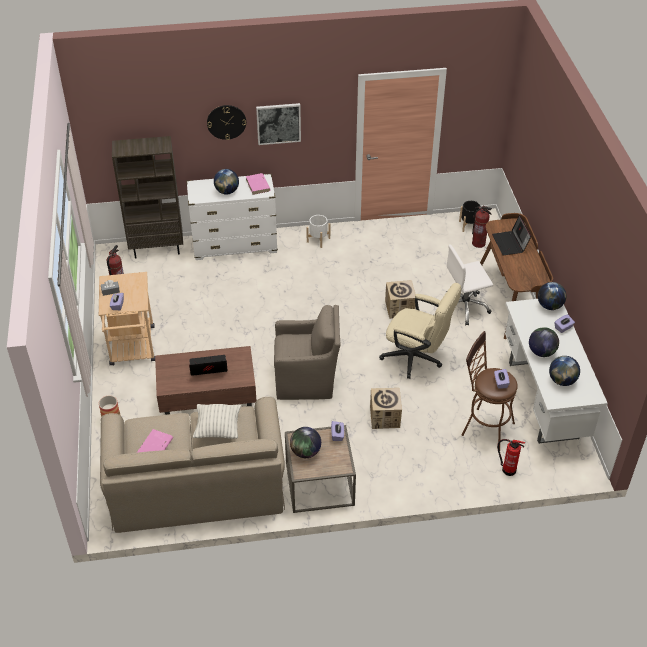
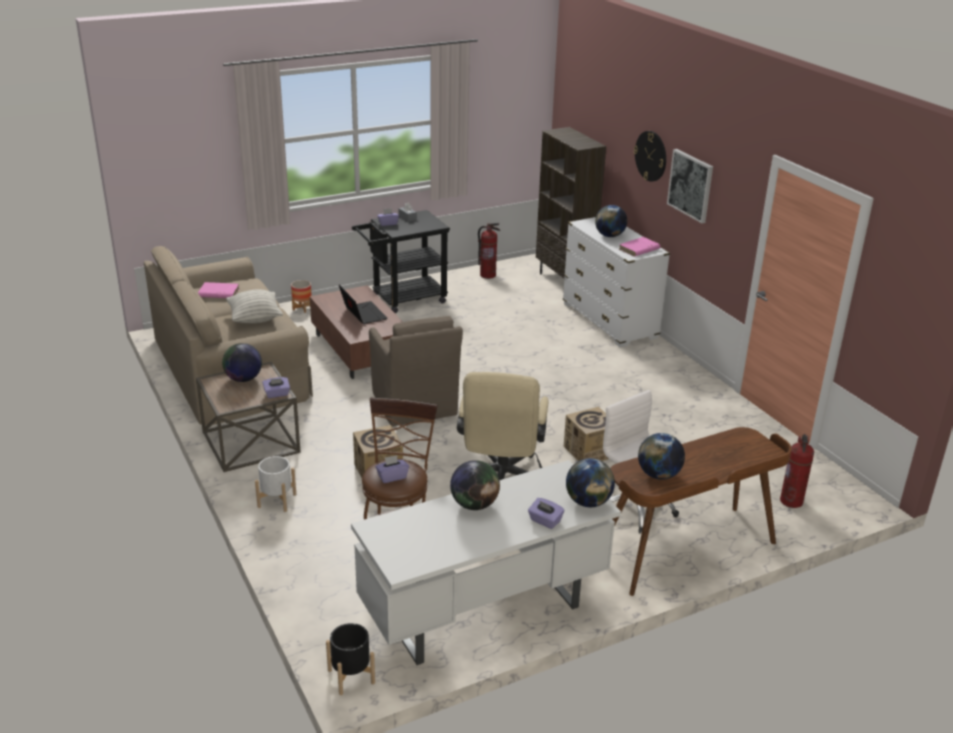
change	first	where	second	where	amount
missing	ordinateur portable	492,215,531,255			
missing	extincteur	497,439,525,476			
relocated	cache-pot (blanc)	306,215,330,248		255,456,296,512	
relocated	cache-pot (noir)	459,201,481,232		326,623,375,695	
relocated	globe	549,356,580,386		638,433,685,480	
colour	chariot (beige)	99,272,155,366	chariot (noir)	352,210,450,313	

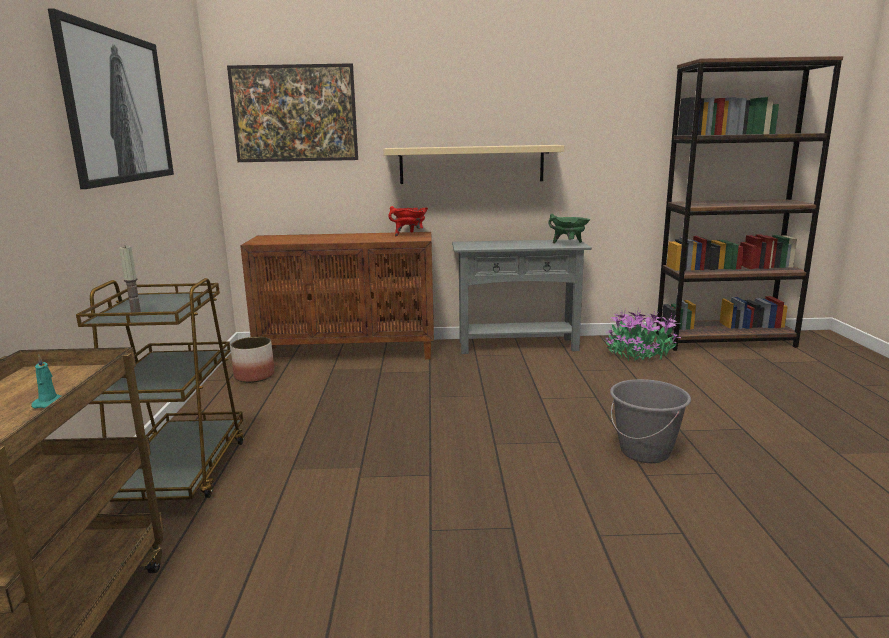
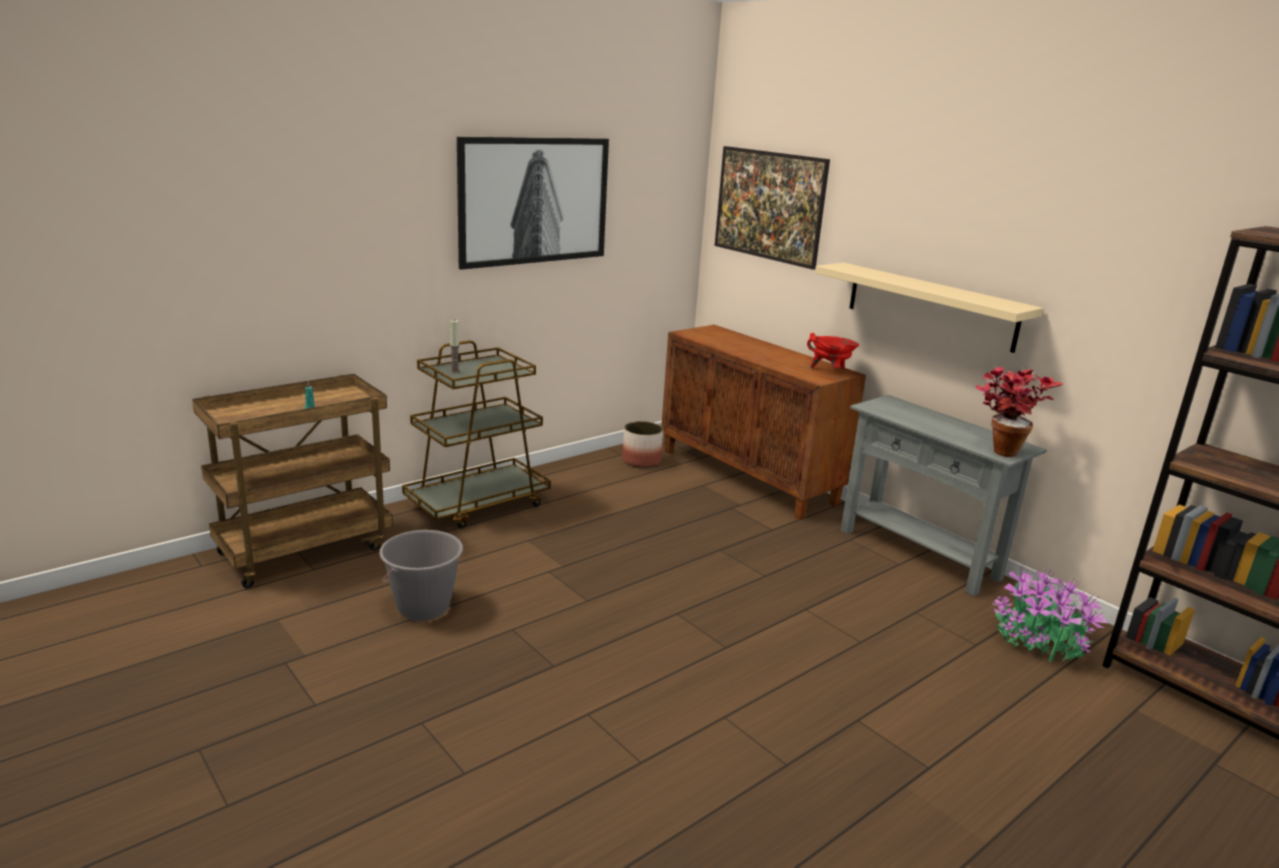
change	first	where	second	where	amount
relocated	seau (gris)	610,379,691,463		379,530,463,621	
exchanged	marmite (vert)	548,213,590,243	plante en pot	975,367,1063,457	

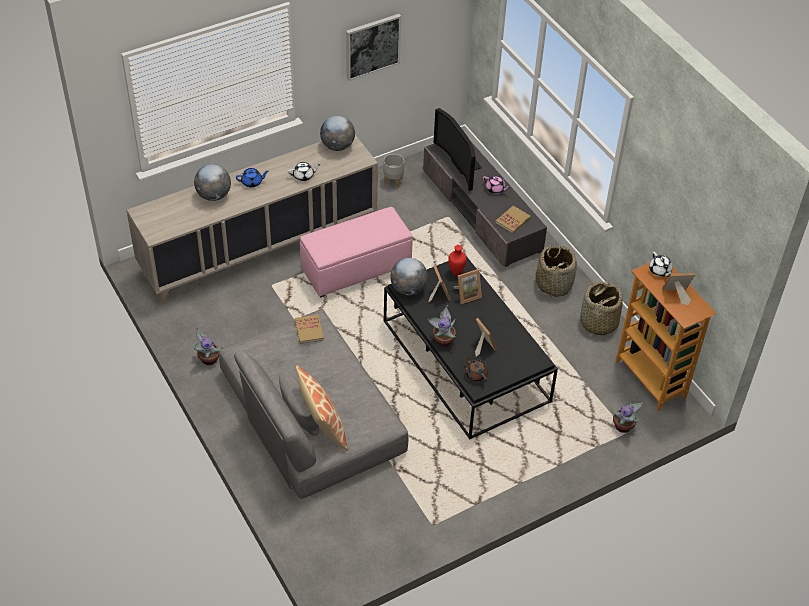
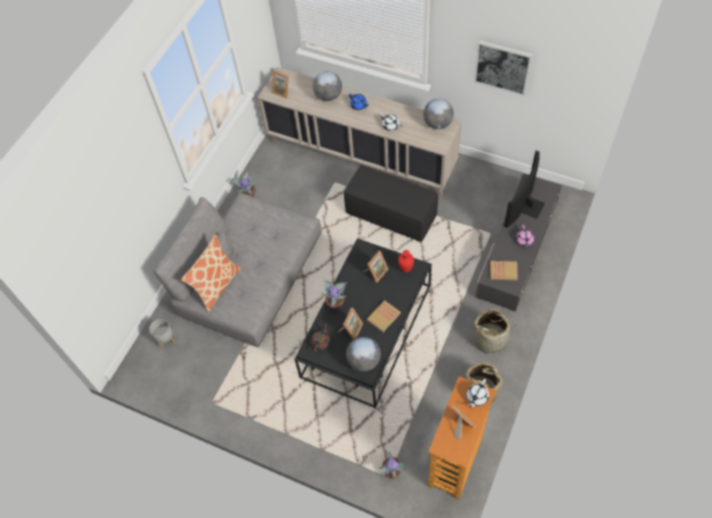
change	first	where	second	where	amount
relocated	livre	295,315,324,344		367,300,401,332	
relocated	cache-pot (gris)	383,154,404,188		149,319,175,348	
relocated	globe	390,258,428,295		346,337,381,372	
relocated	cadre photo	454,269,482,304		272,70,289,99	
colour	pouf (rose)	300,207,413,298	pouf (noir)	344,165,438,242	

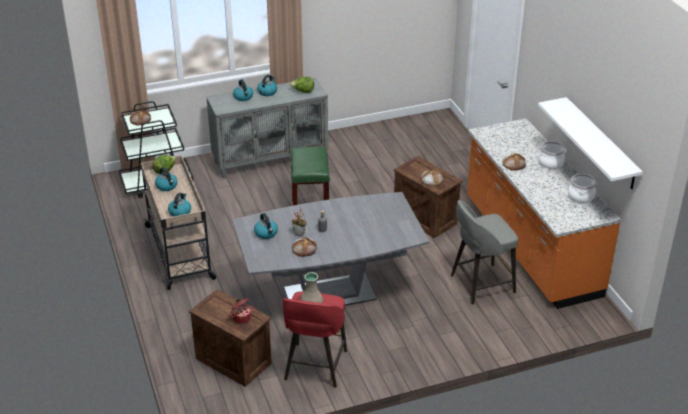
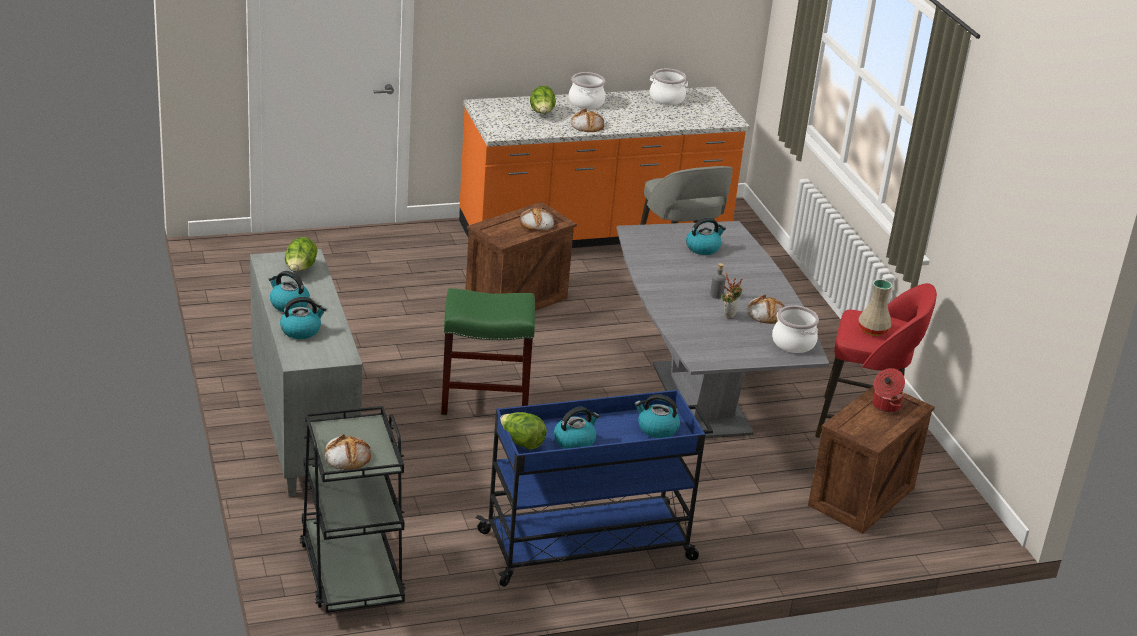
change	first	where	second	where	amount
missing	étagère (blanc)	538,97,643,189			
appeared			laitue	530,85,556,114	
appeared			marmite	772,305,819,353	
relocated	bouilloire	254,213,278,239		686,218,726,255	
colour	chariot (beige)	141,155,216,290	chariot (bleu)	476,390,713,587	

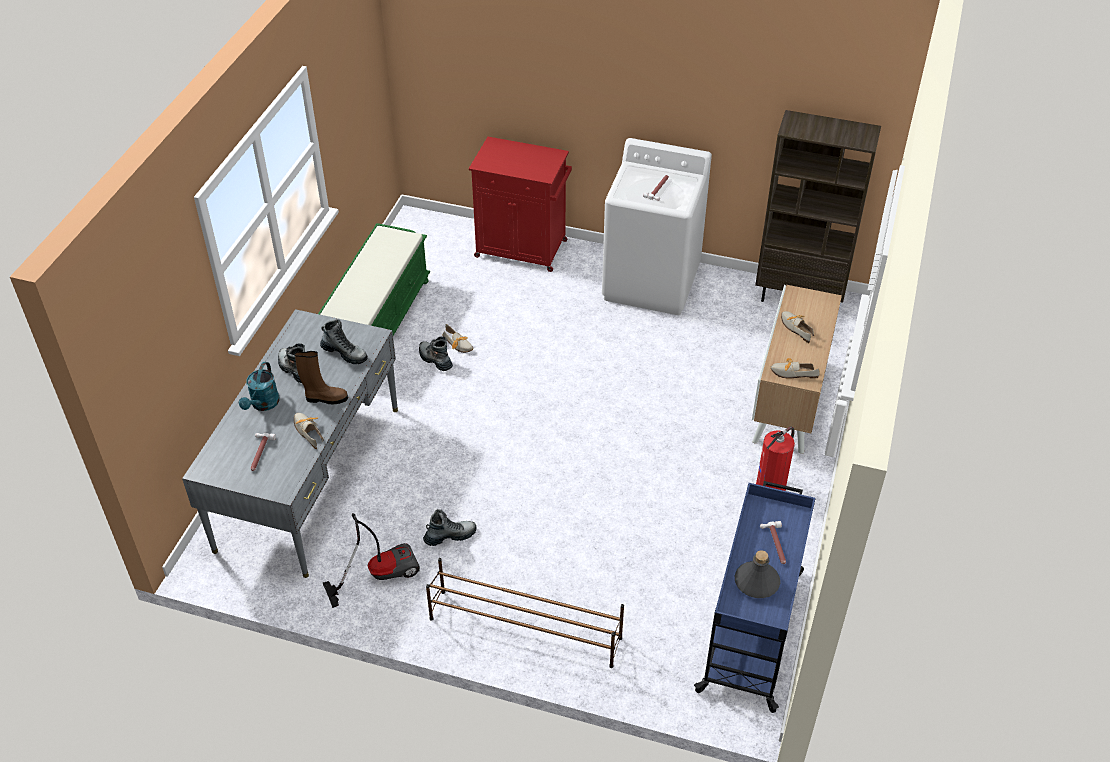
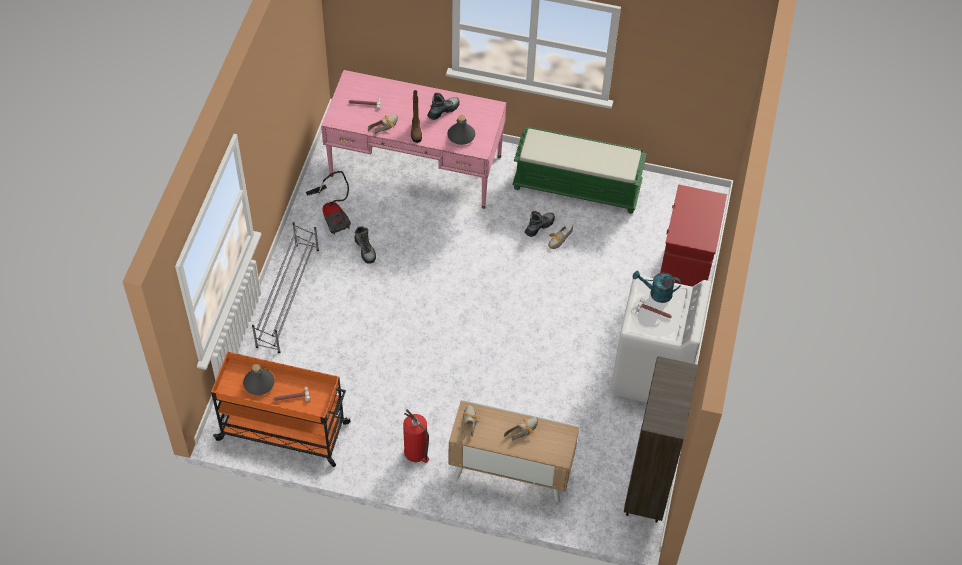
change	first	where	second	where	amount
relocated	arrosoir (turquoise)	239,362,279,411		632,271,681,303	
exchanged	botte	320,319,368,364	bouteille (gris)	447,115,475,145	
colour	bureau (gris)	182,309,398,578	bureau (rose)	321,70,506,209	
colour	étagère à chaussures (marron)	426,558,624,668	étagère à chaussures (gris)	252,222,319,353	
colour	chariot (bleu)	694,481,816,713	chariot (orange)	211,352,351,467	

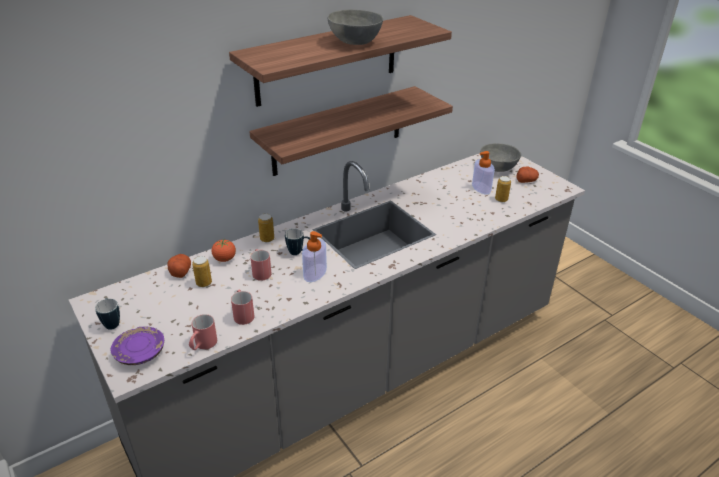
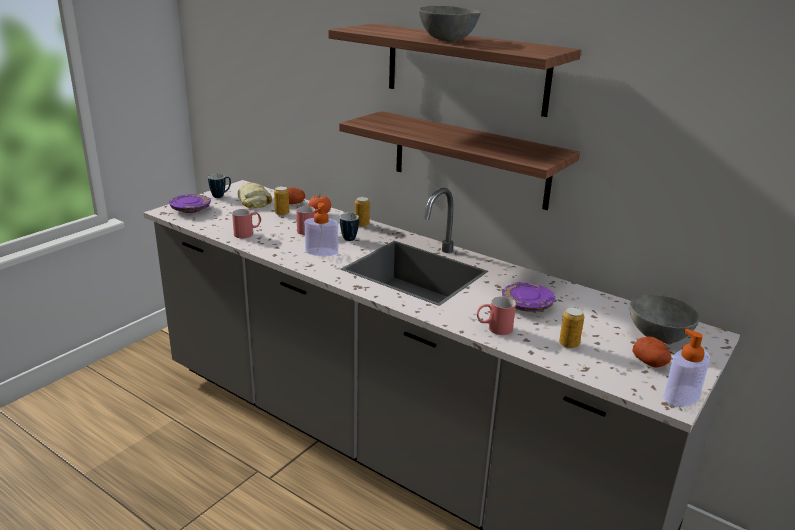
change	first	where	second	where	amount
appeared			pain	237,182,272,208	
appeared			assiette (violet)	502,283,555,312	
relocated	mug (rouge)	189,314,217,350		477,297,516,335	
relocated	distributeur de savon	472,151,495,194		664,329,710,407	

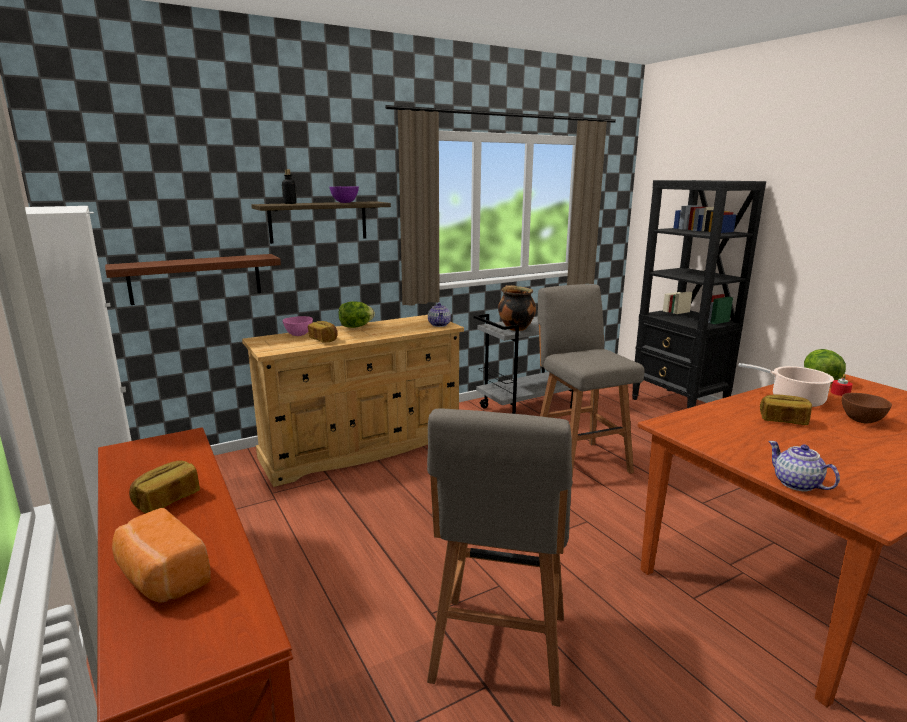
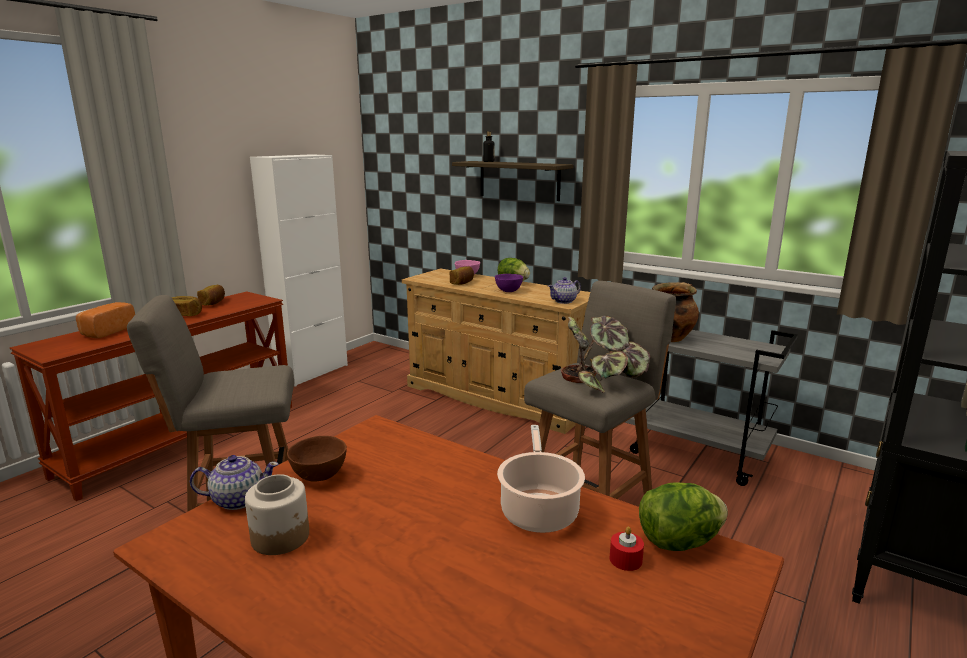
change	first	where	second	where	amount
missing	étagère (marron)	105,254,281,305			
appeared			bocal	245,474,309,555	
appeared			plante en pot	561,316,650,393	
relocated	bol (violet)	329,186,359,203		495,274,523,292	
relocated	pain	760,394,812,425		197,285,225,306	
relocated	bol (marron)	842,393,892,423		287,436,347,481	
spun	théière	768,441,840,491		190,455,279,510	45 degrees clockwise

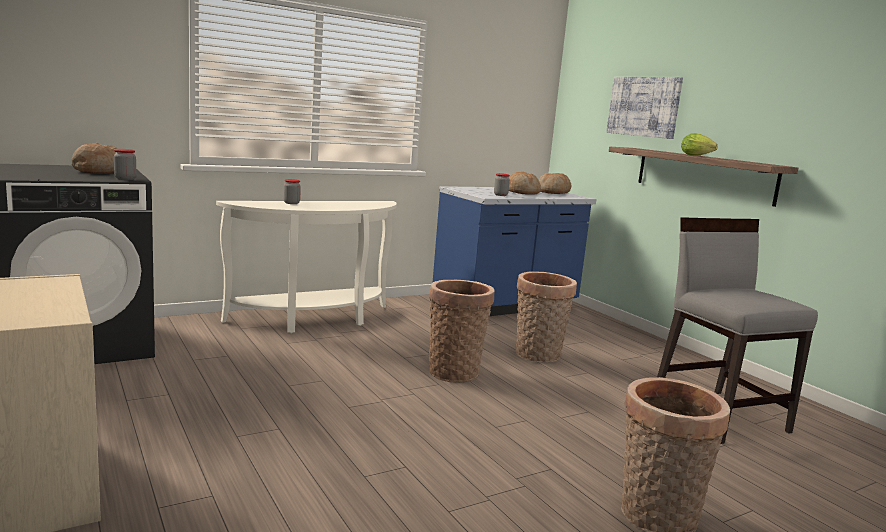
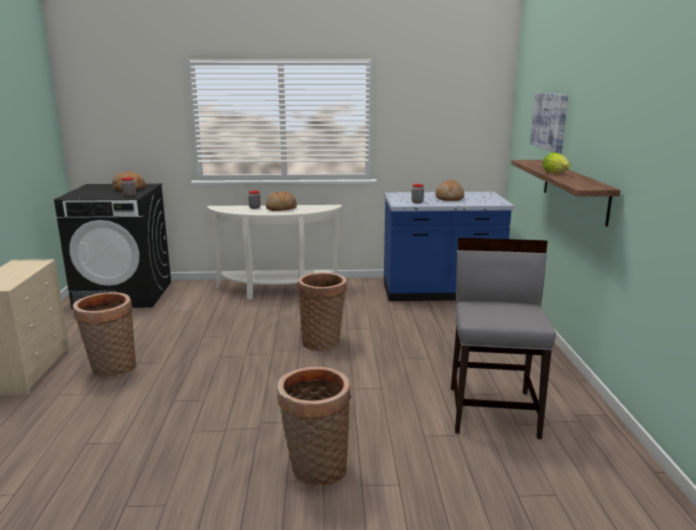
change	first	where	second	where	amount
relocated	panier	515,272,577,363		73,292,136,378	
relocated	pain	538,173,571,194		266,192,297,211	

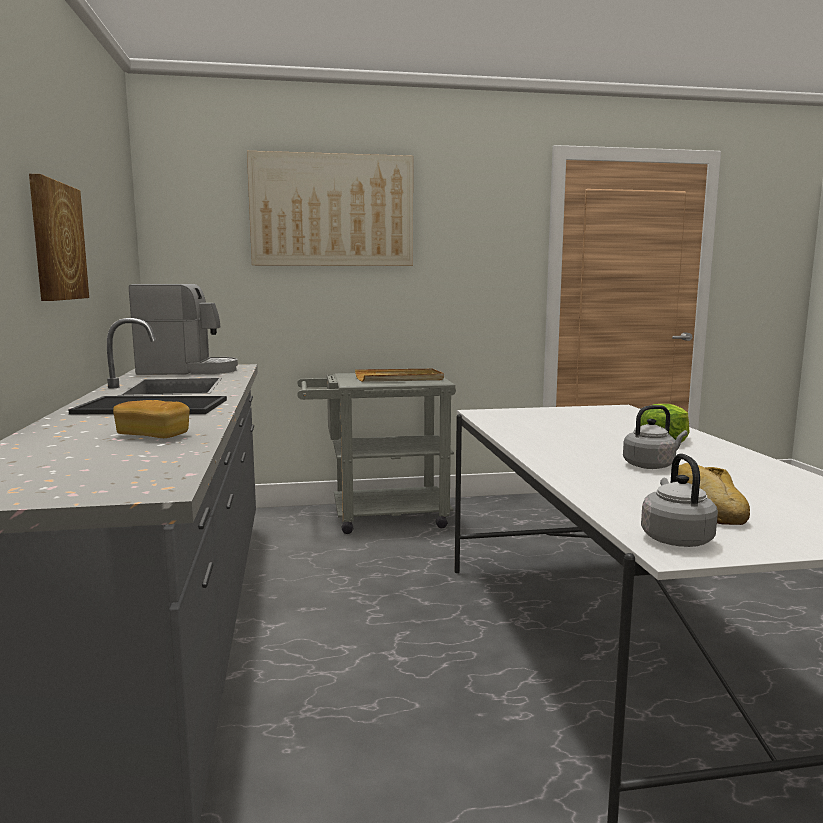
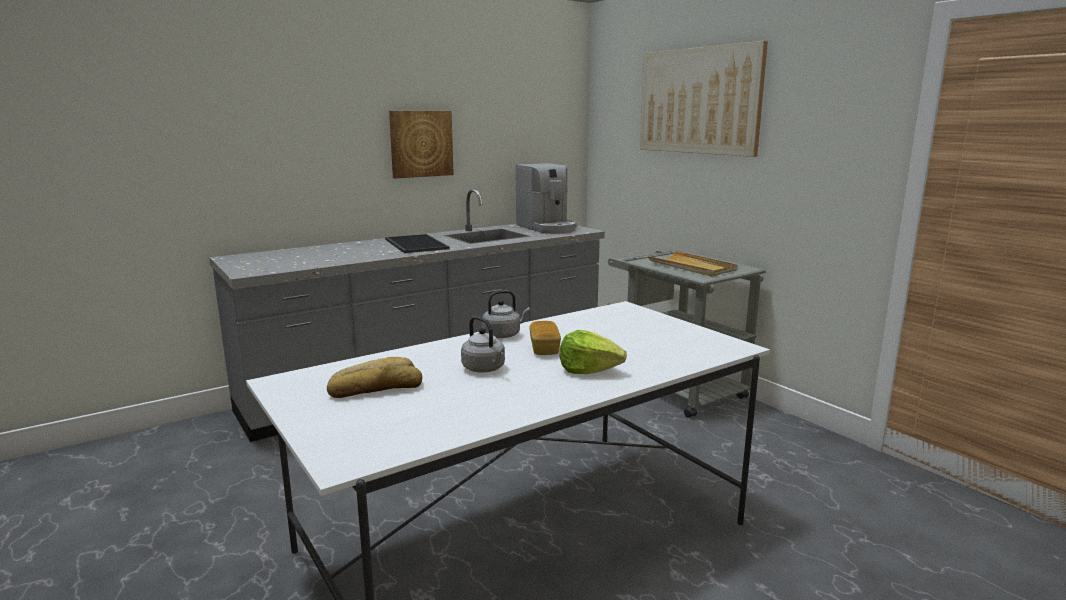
change	first	where	second	where	amount
relocated	pain	113,400,190,438		529,321,561,355	
relocated	bouilloire (gris)	641,453,718,547		482,290,530,338	

